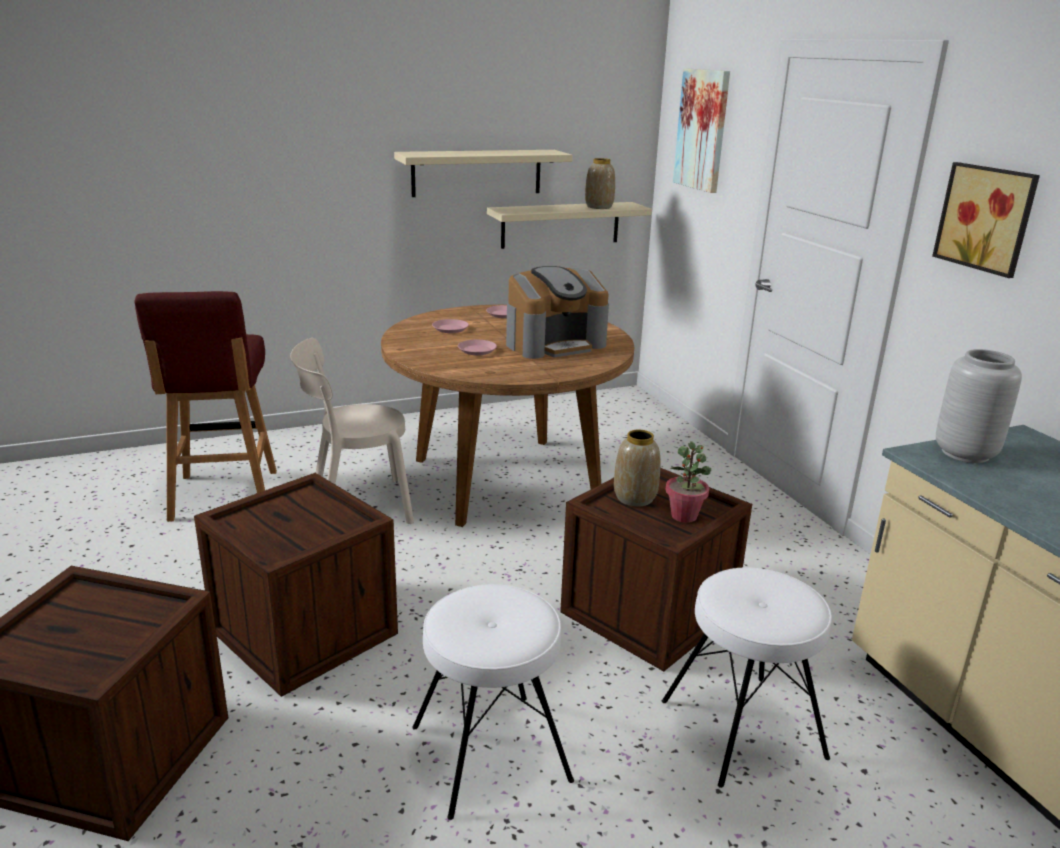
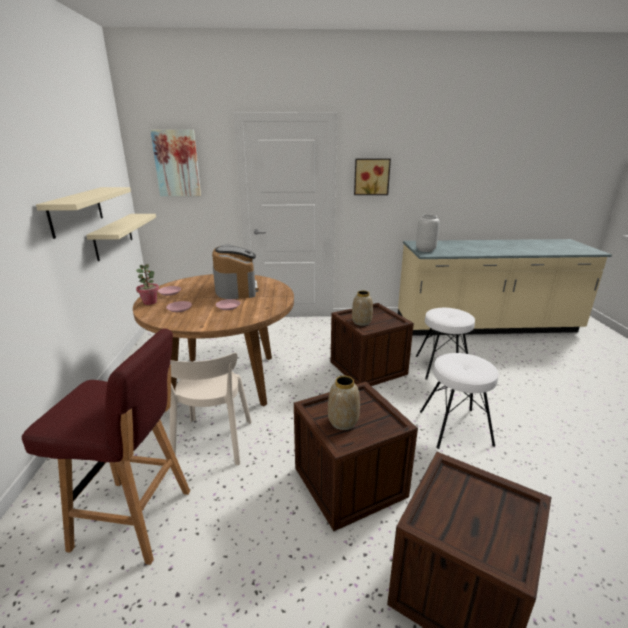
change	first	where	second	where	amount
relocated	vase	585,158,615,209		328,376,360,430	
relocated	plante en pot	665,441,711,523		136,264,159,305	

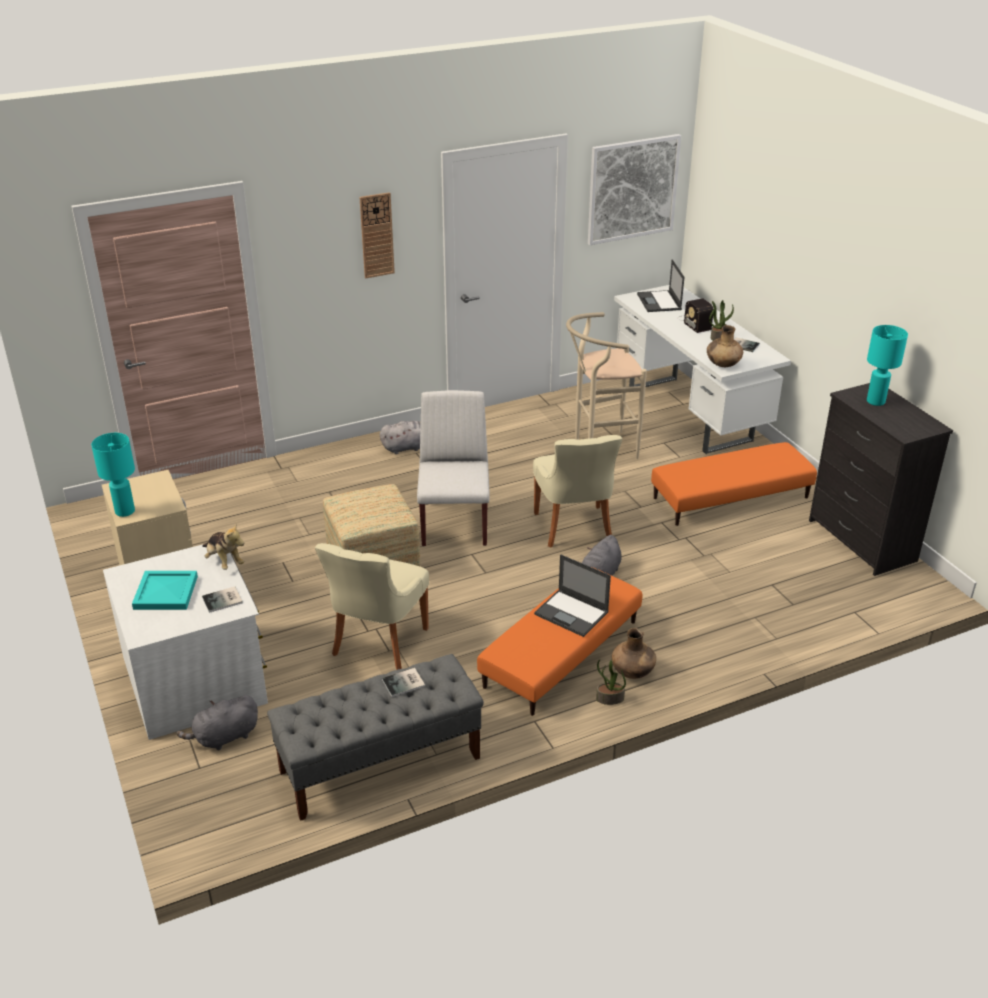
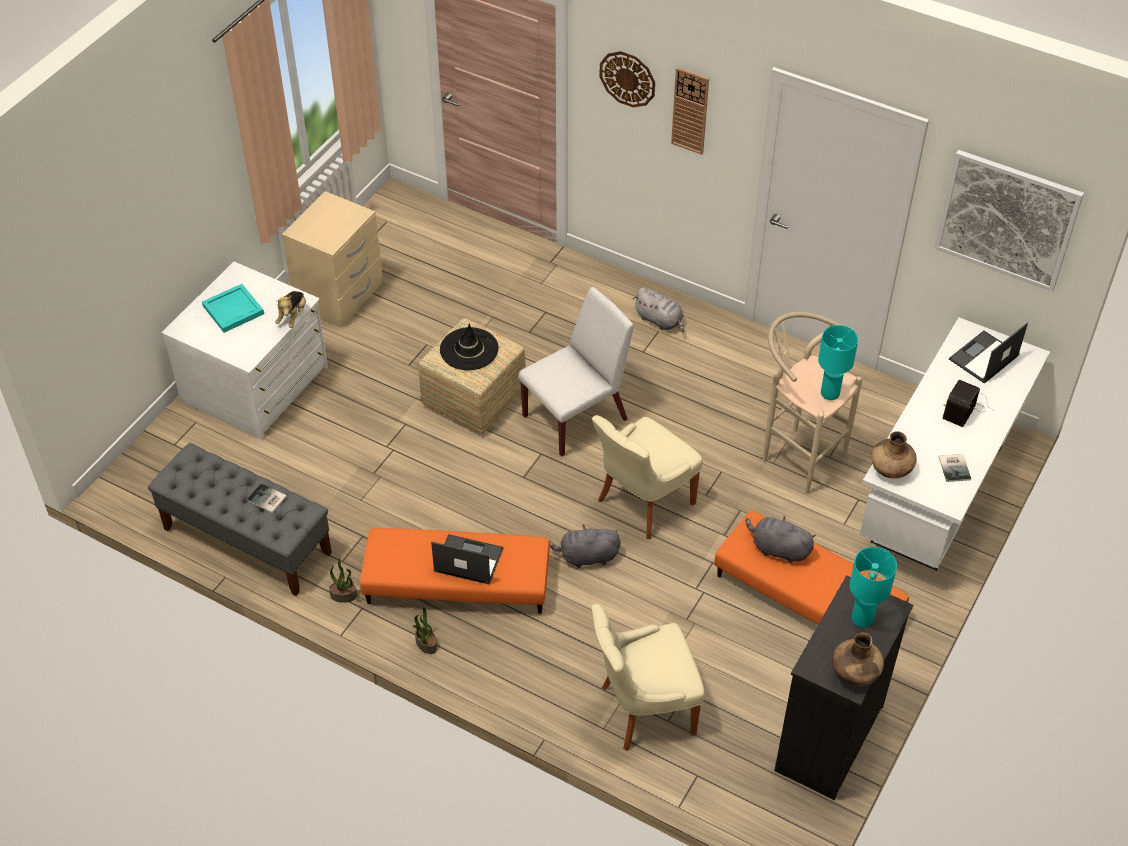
change	first	where	second	where	amount
missing	livre	202,587,243,613			
appeared			chapeau (noir)	440,324,499,370	
appeared			horloge murale	599,51,655,107	
relocated	lampe de table (turquoise)	91,433,135,517		818,325,858,400	
relocated	peluche (gris)	176,695,258,751		746,515,816,564	
relocated	chaise (beige)	315,543,429,670		591,604,705,751	
relocated	vase (marron)	612,628,656,679		832,632,884,686	
relocated	plante en pot	709,300,734,341		329,558,357,603	
spun	ordinateur portable	534,554,611,637		431,534,504,584	105 degrees clockwise

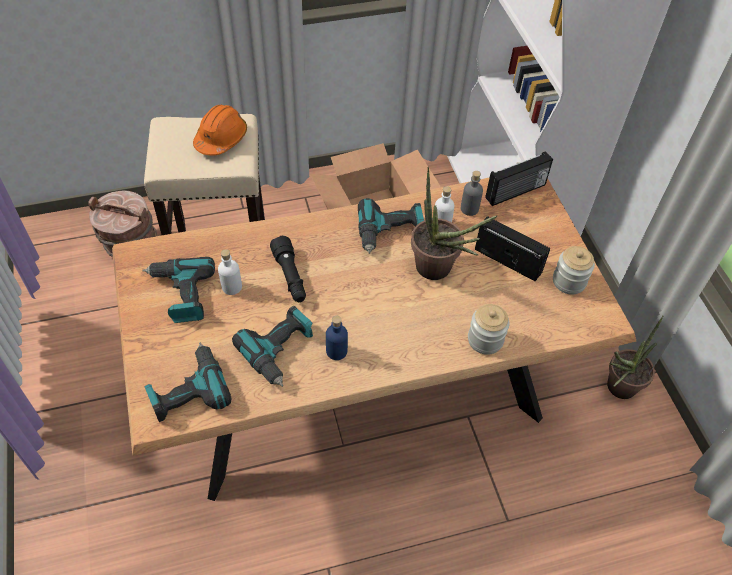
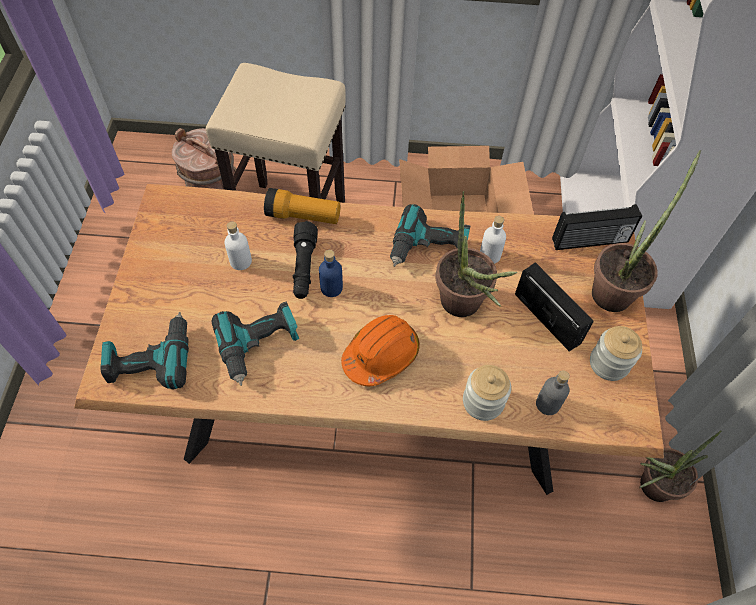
change	first	where	second	where	amount
missing	perceuse	142,257,215,323			
appeared			lampe de poche	264,188,340,224	
appeared			plante en pot	592,150,701,312	
relocated	casque de chantier (orange)	193,105,247,156		341,315,420,386	
relocated	bouteille (bleu)	326,316,348,360		319,250,343,297	
relocated	bouteille (gris)	461,171,483,216		536,370,570,415	

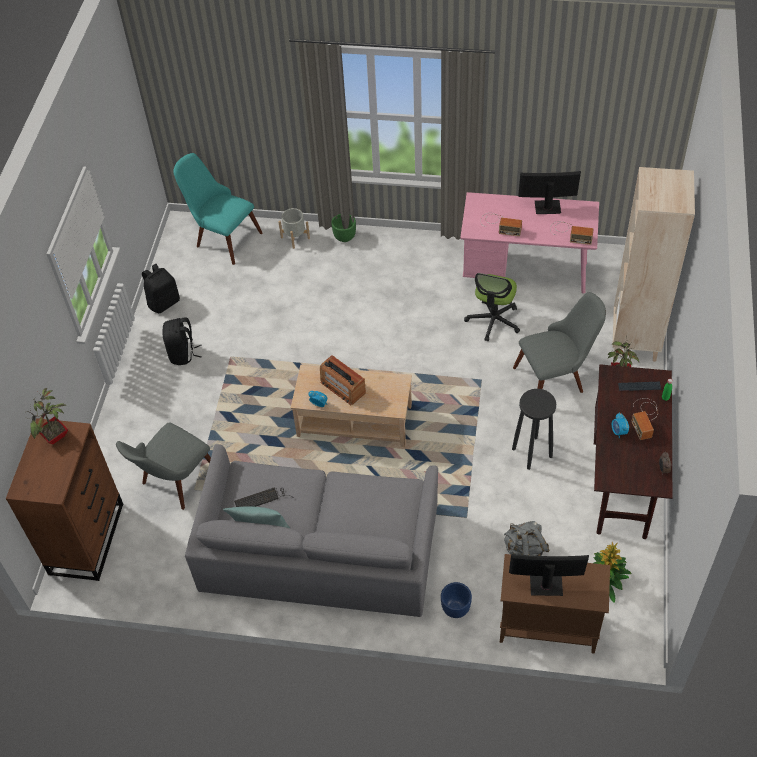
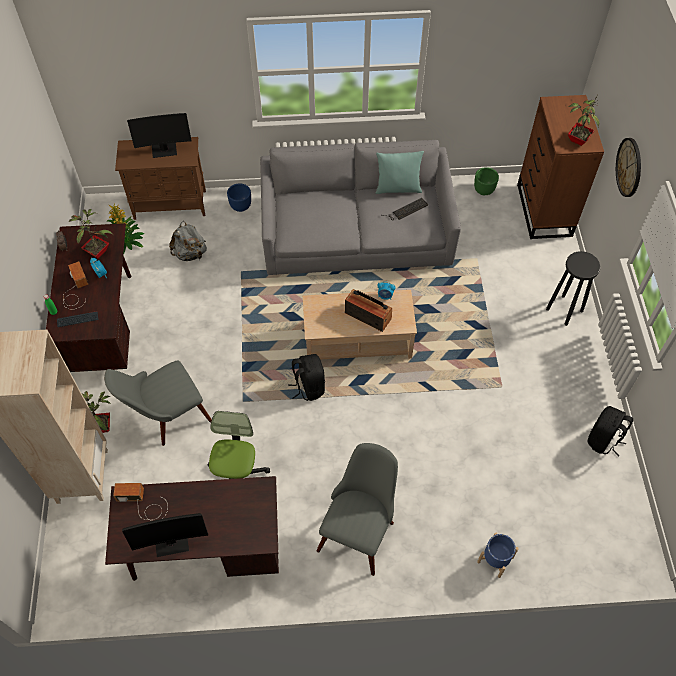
change	first	where	second	where	amount
missing	chaise (turquoise)	173,153,262,265			
missing	radio	481,213,522,236			
appeared			plante en pot	68,209,114,258	
appeared			horloge murale	616,138,641,197	
relocated	chaise (gris)	116,423,211,510		317,443,398,576	
relocated	sac à dos (noir)	163,317,202,365		288,354,325,401	
relocated	cache-pot (vert)	331,214,356,242		474,167,499,195	
relocated	tabouret (noir)	512,389,556,470		546,251,600,326	
colour	cache-pot (gris)	278,208,310,249	cache-pot (bleu)	477,533,519,578	
colour	bureau (rose)	460,192,599,294	bureau (marron)	105,476,279,581	

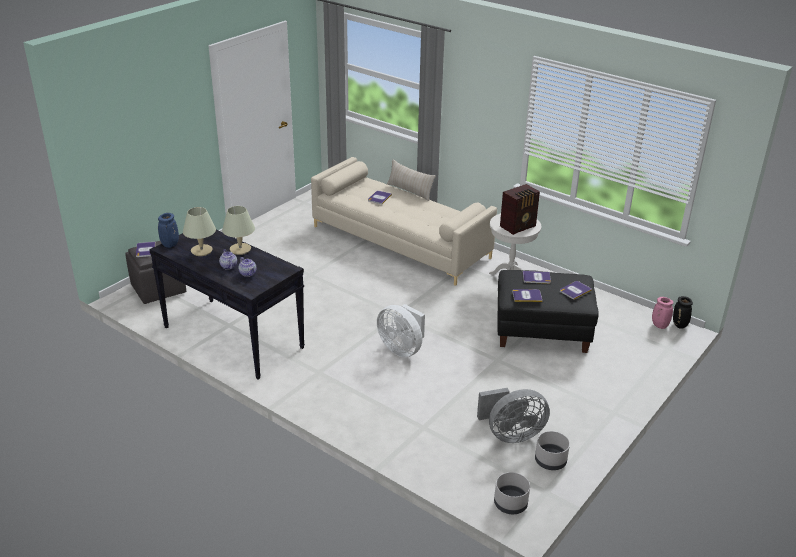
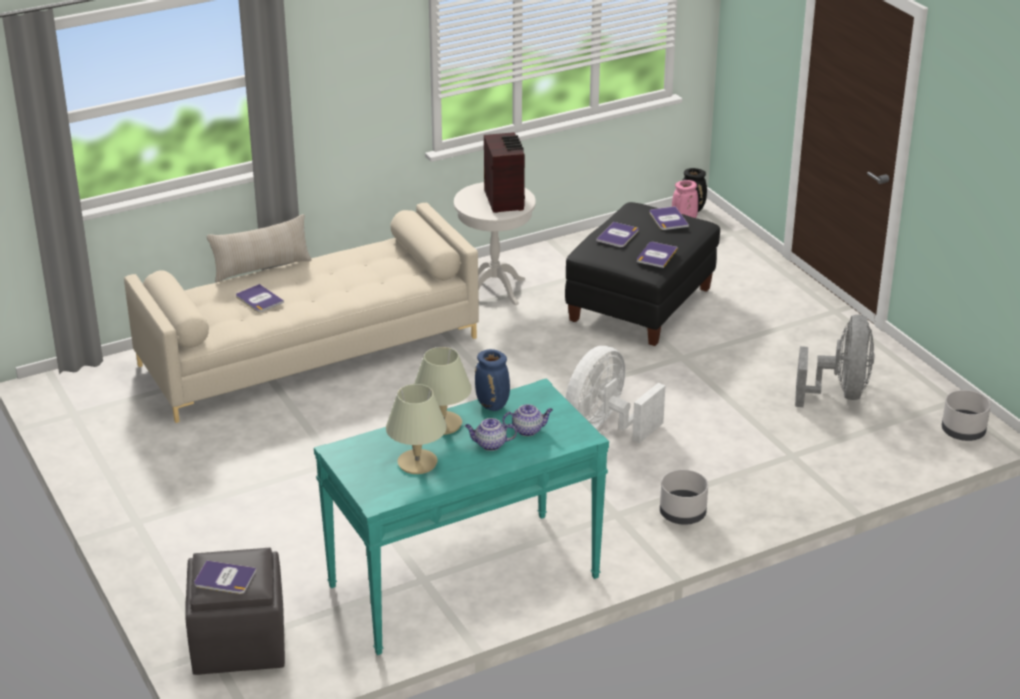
change	first	where	second	where	amount
relocated	vase (bleu)	158,213,179,248		475,349,510,411	
relocated	cache-pot (gris)	535,431,570,470		660,470,708,525	
colour	table console (noir)	149,230,305,380	table console (turquoise)	314,378,609,655	
spun	ventilateur (blanc)	377,304,425,357		565,346,666,443	150 degrees clockwise

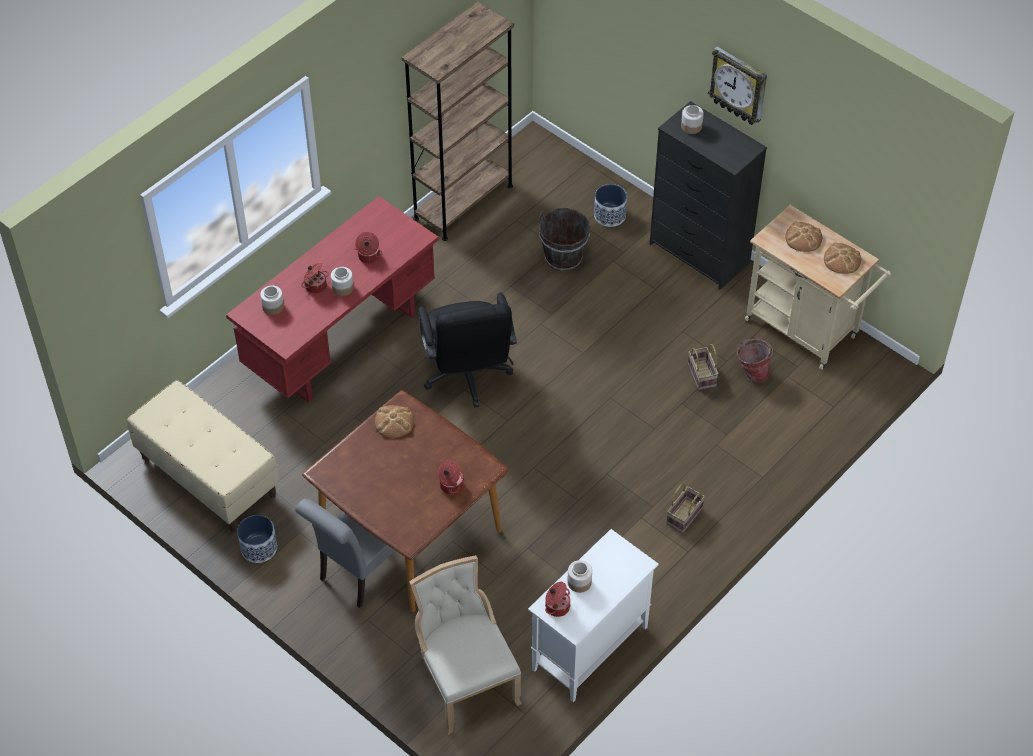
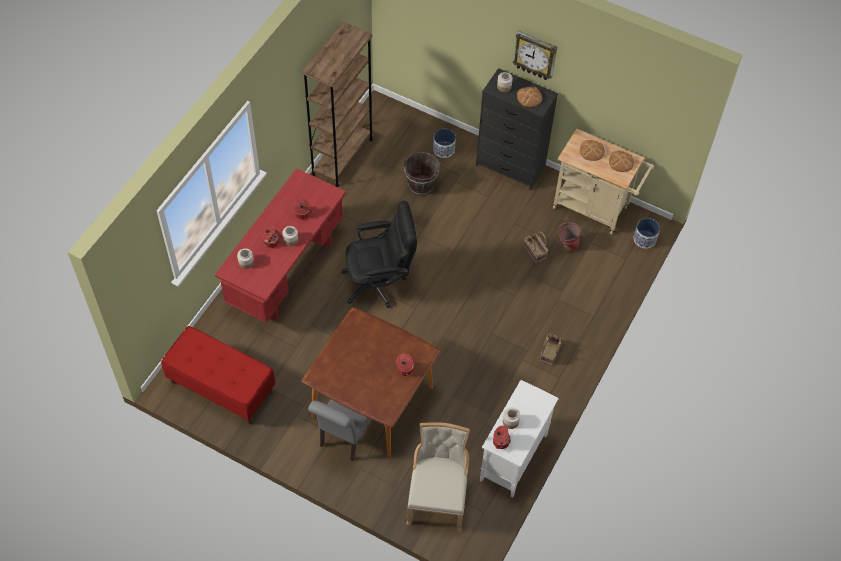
change	first	where	second	where	amount
relocated	cache-pot	237,515,277,563		634,218,660,249	
relocated	pain	375,405,414,438		517,87,542,107	
colour	banc (beige)	127,380,279,532	banc (rouge)	161,326,275,424	
spun	chaise (beige)	409,555,522,735		407,422,470,532	45 degrees clockwise
spun	chaise de bureau (noir)	418,293,517,407		341,201,417,308	75 degrees counterclockwise

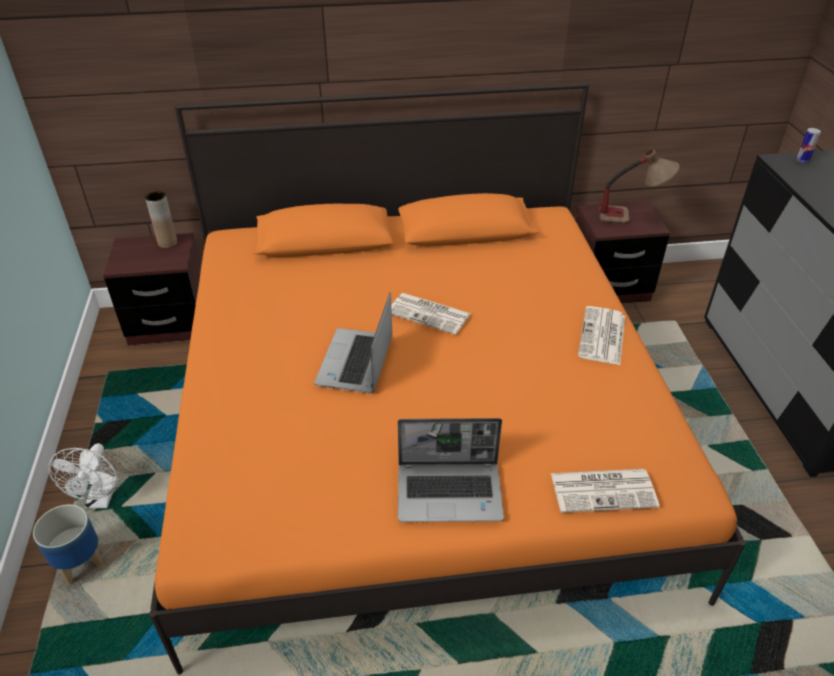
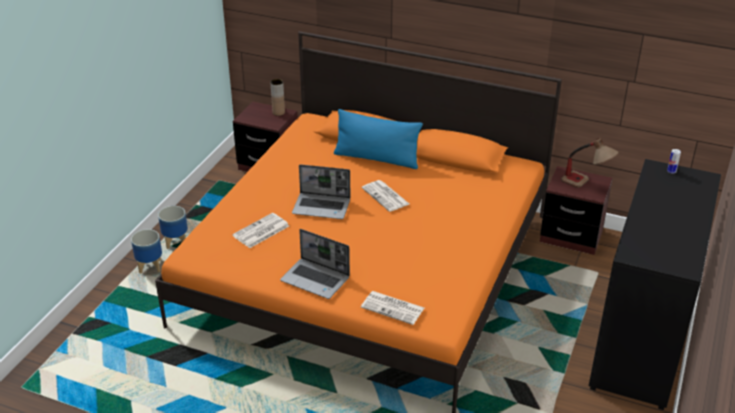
change	first	where	second	where	amount
appeared			coussin (bleu)	334,109,423,169	
relocated	journal	578,306,625,365		232,213,289,248	
exchanged	ventilateur (blanc)	49,443,118,508	cache-pot	158,206,188,249	
spun	ordinateur portable	314,292,392,393		292,164,350,219	120 degrees counterclockwise

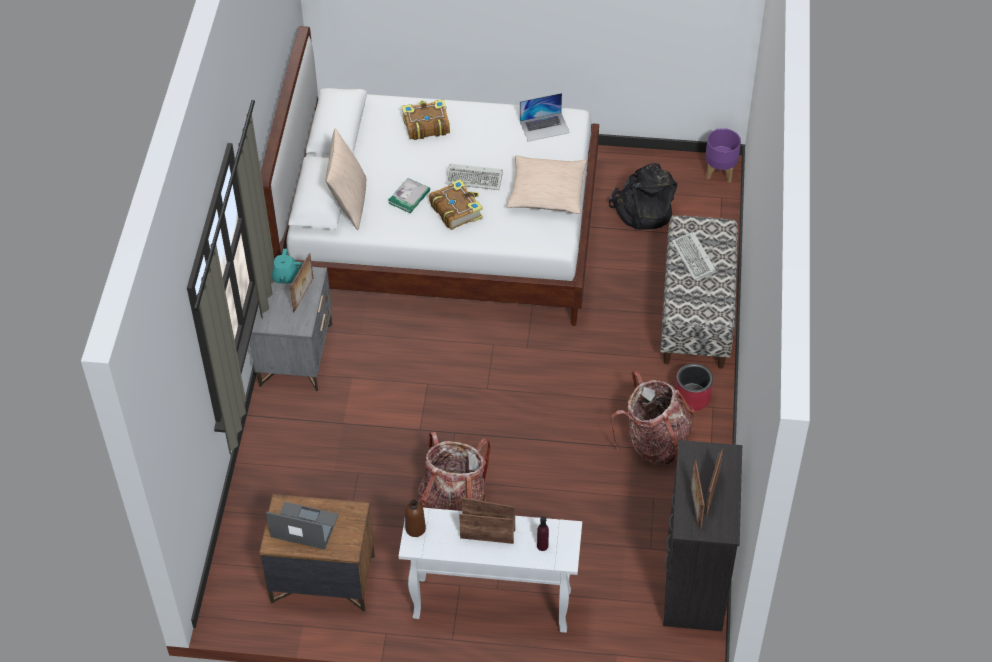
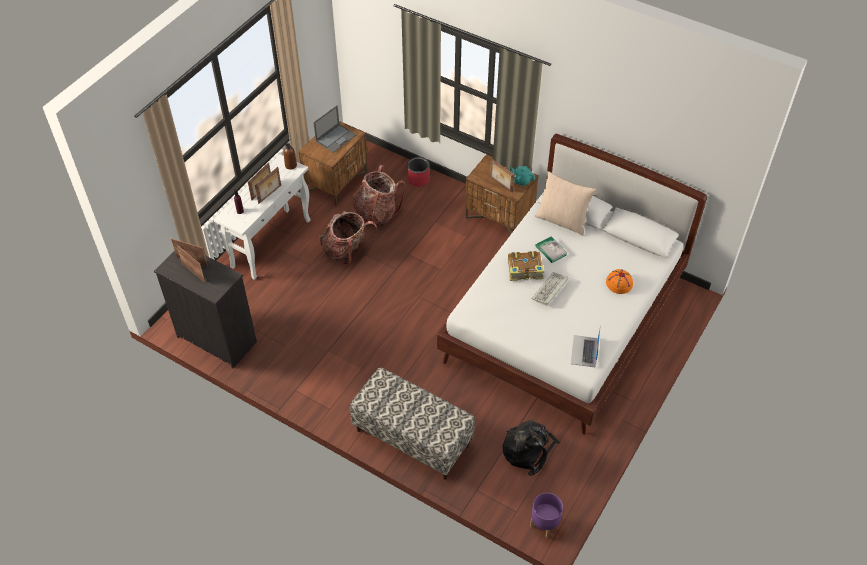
change	first	where	second	where	amount
missing	coussin (beige)	507,156,587,214			
missing	clavier	672,231,716,280			
relocated	sac à dos	610,371,695,464		352,165,406,227	
relocated	cache-pot (rouge)	675,364,713,411		407,157,430,186	
exchanged	livre	402,100,450,140	chapeau (orange)	606,269,633,294	
colour	table de chevet (gris)	250,265,332,392	table de chevet (marron)	465,154,539,234	

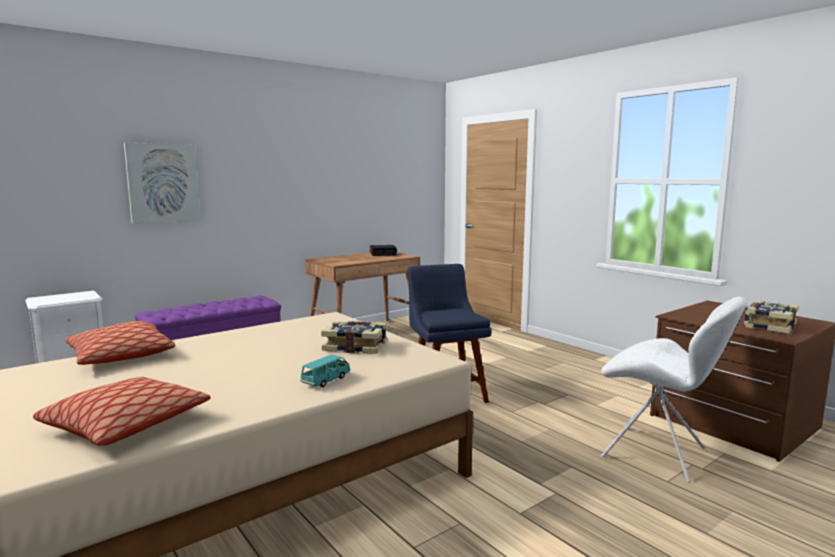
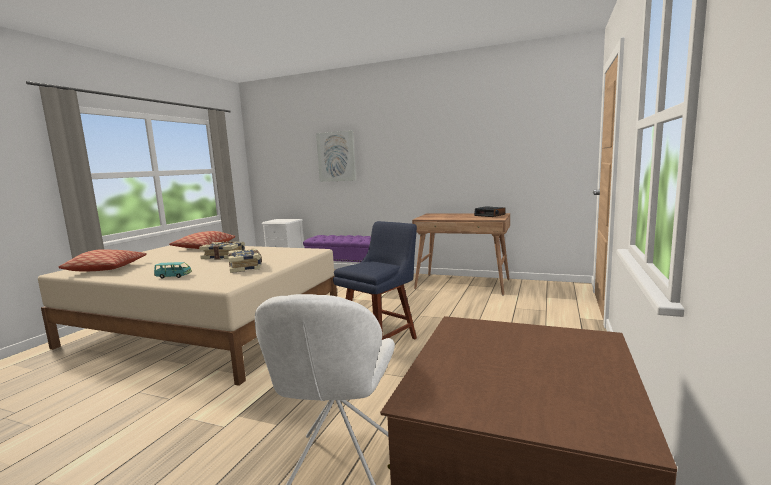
change	first	where	second	where	amount
relocated	livre	744,300,799,334		199,241,245,260	

